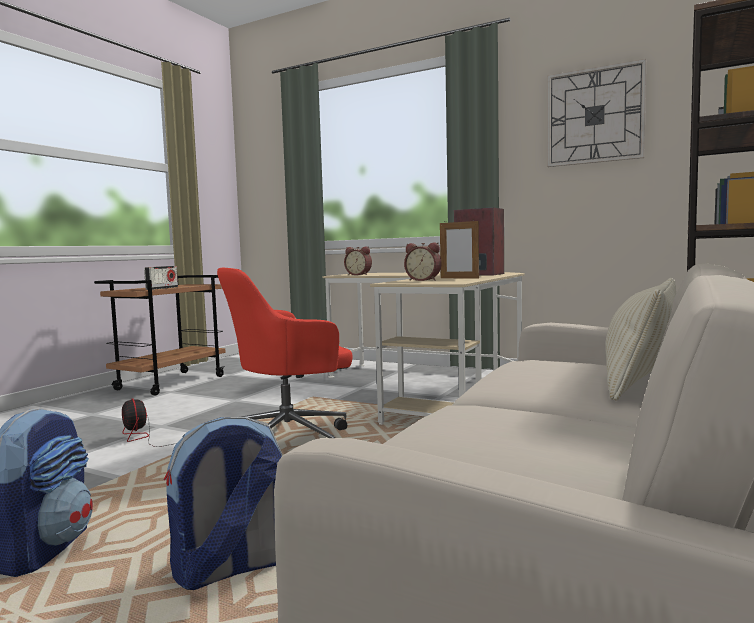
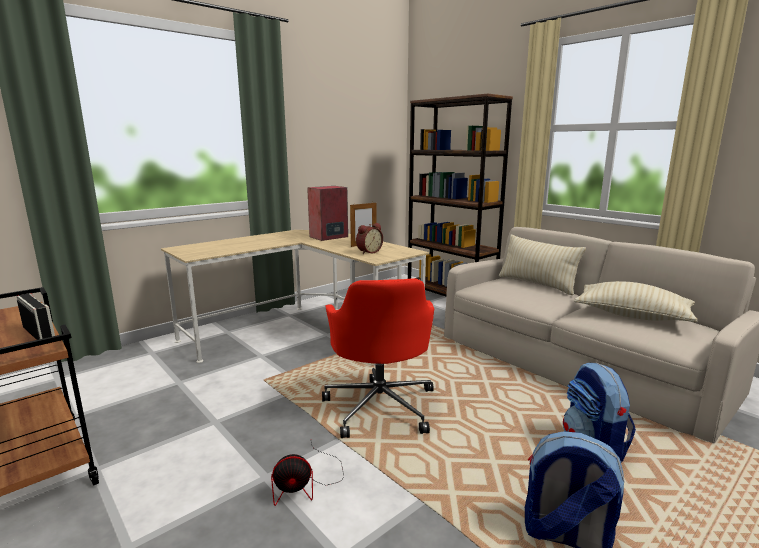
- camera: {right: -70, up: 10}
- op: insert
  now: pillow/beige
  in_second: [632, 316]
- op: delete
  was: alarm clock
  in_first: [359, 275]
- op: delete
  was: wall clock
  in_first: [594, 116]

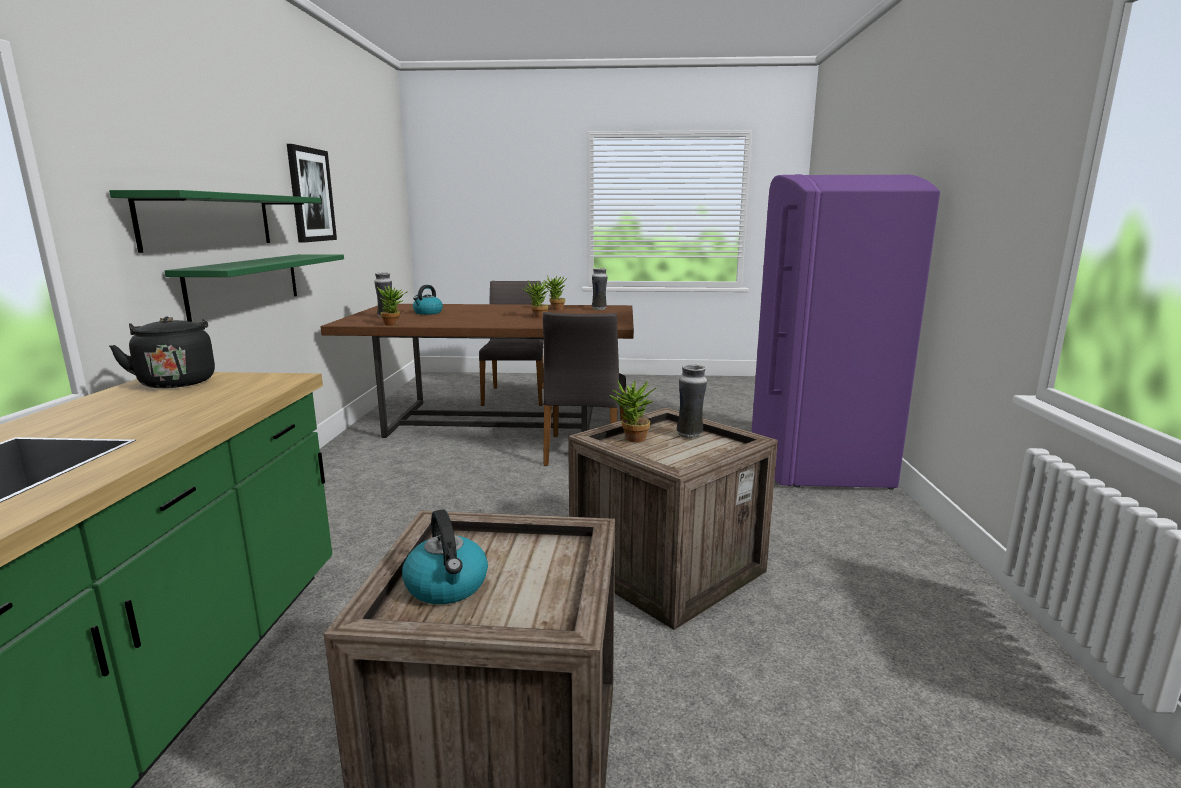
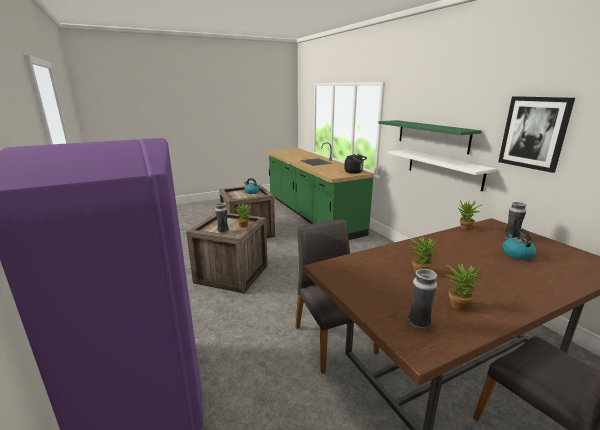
- camera: {right: 150, up: 5}
- op: recolor
  was: shelf/green
  now: shelf/white
  in_first: [245, 284]
  in_second: [444, 168]

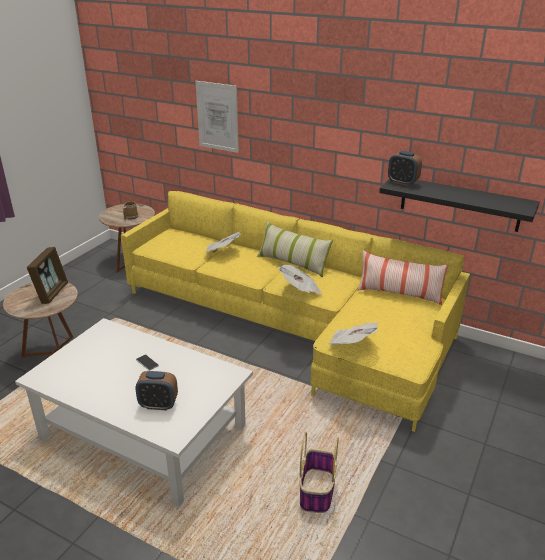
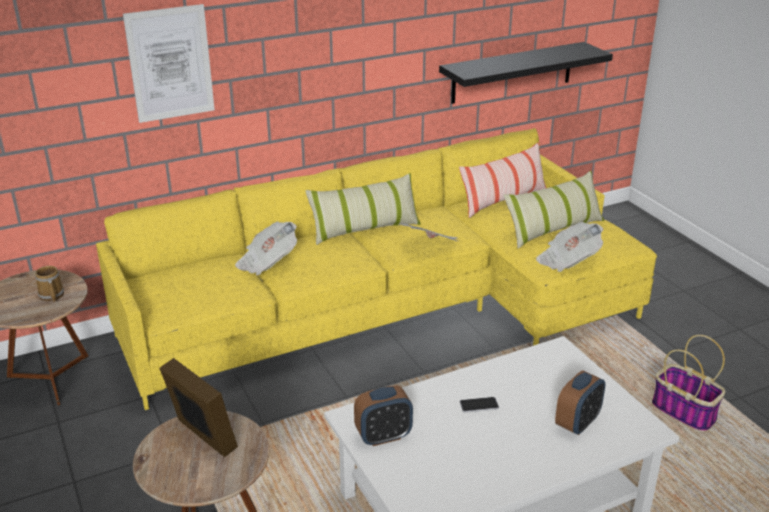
- camera: {right: -55, up: 0}
- op: move
  was: alarm clock
  in_first: [402, 182]
  in_second: [383, 436]
- op: insert
  now: pillow
  in_second: [553, 229]

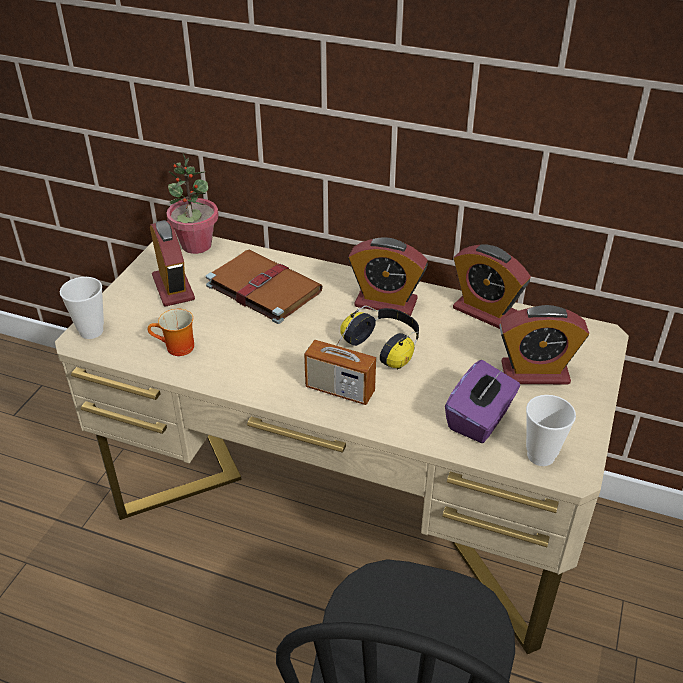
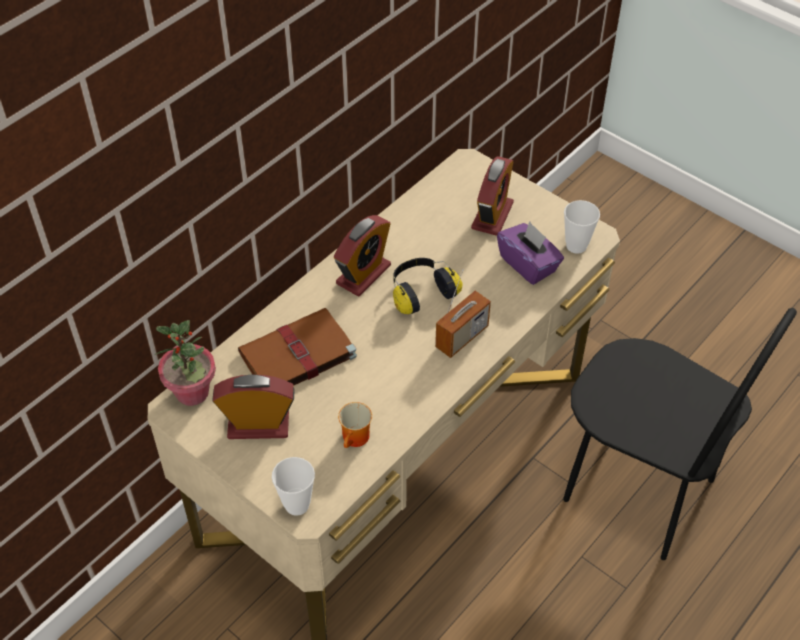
- camera: {right: -70, up: 10}
- op: delete
  was: alarm clock
  in_first: [485, 311]

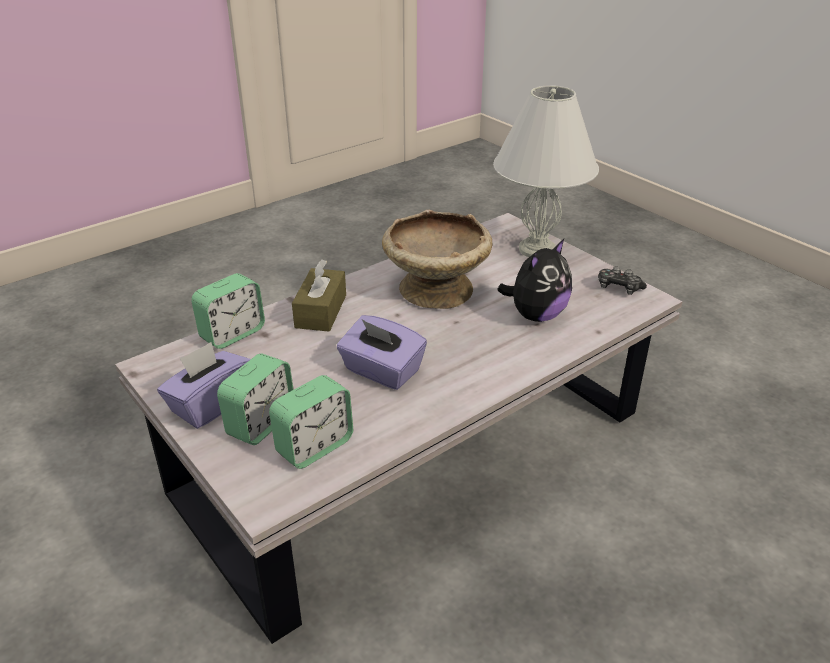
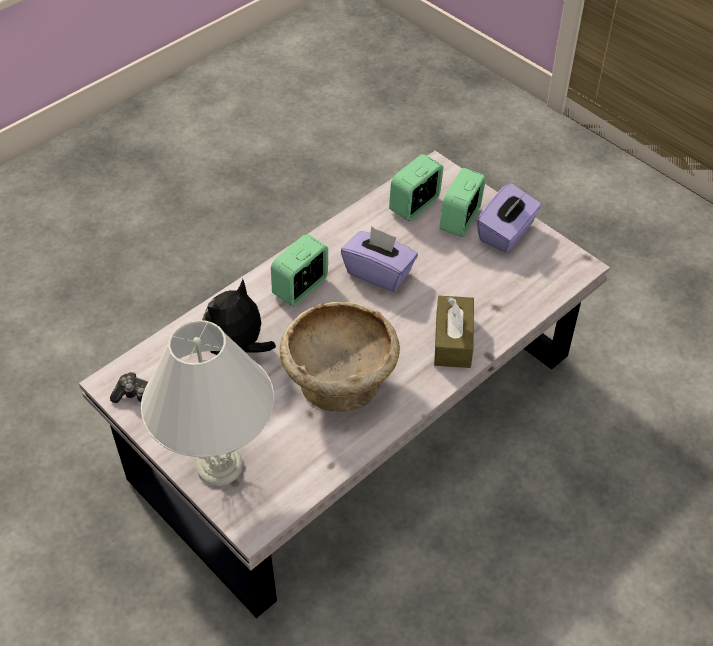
- camera: {right: 175, up: 15}
- op: move
  was: alarm clock
  in_first: [232, 334]
  in_second: [301, 288]

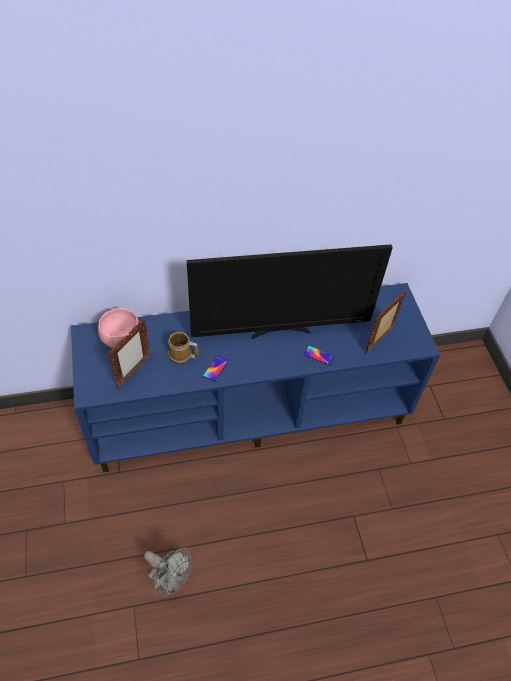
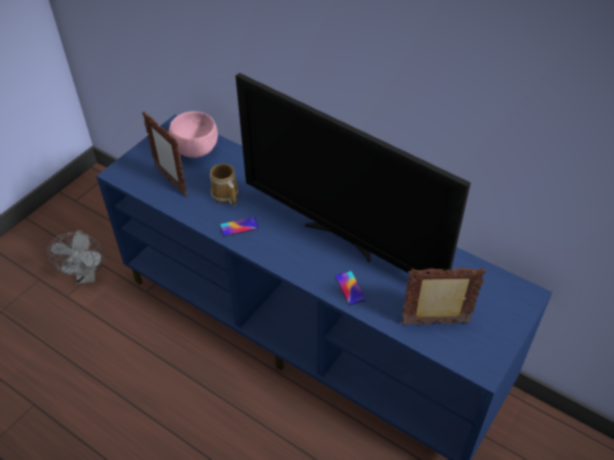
- camera: {right: 50, up: -5}
- op: move
  was: fan/grey
  in_first: [170, 581]
  in_second: [87, 276]
- op: rotate
  was: picture frame
  in_first: [133, 373]
  in_second: [171, 181]
  clockwise: 60

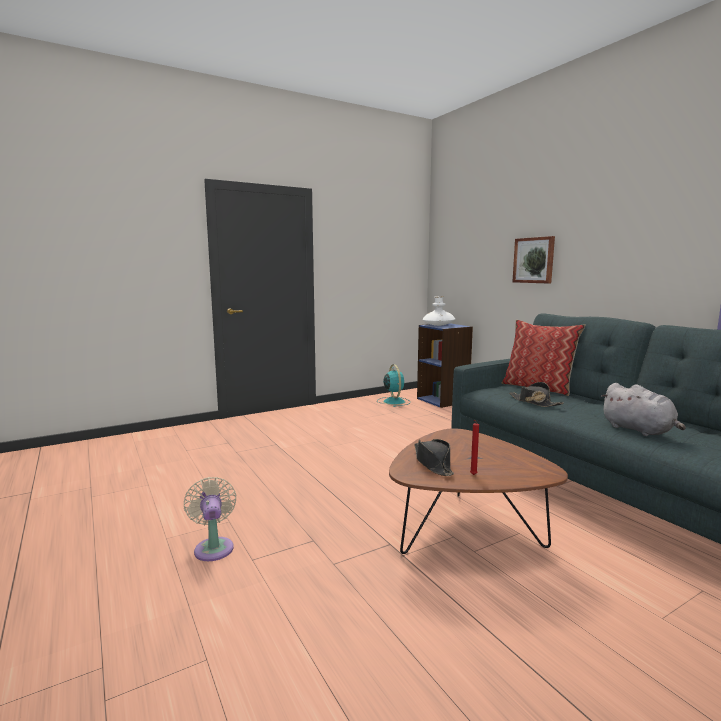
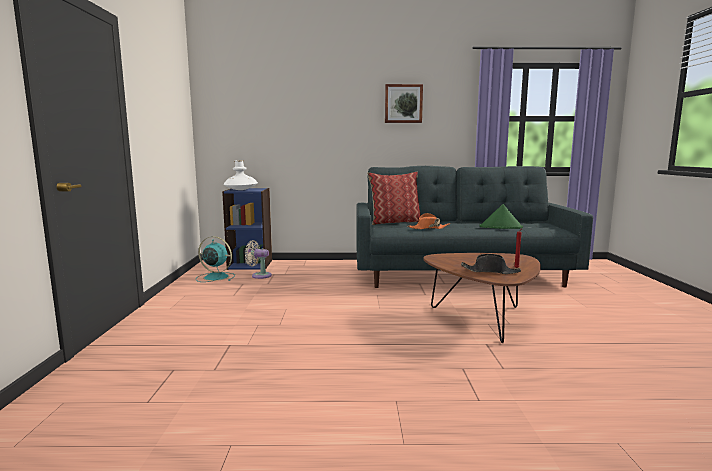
- camera: {right: -60, up: 0}
- op: move
  was: fan/beige
  in_first: [214, 547]
  in_second: [259, 275]
- op: move
  was: picture
  in_first: [534, 260]
  in_second: [403, 103]
- op: recolor
  was: hat/black
  now: hat/orange
  in_first: [534, 402]
  in_second: [428, 228]
- op: replace
  was: plush toy/grey
  now: hat/green
  in_first: [639, 430]
  in_second: [501, 227]

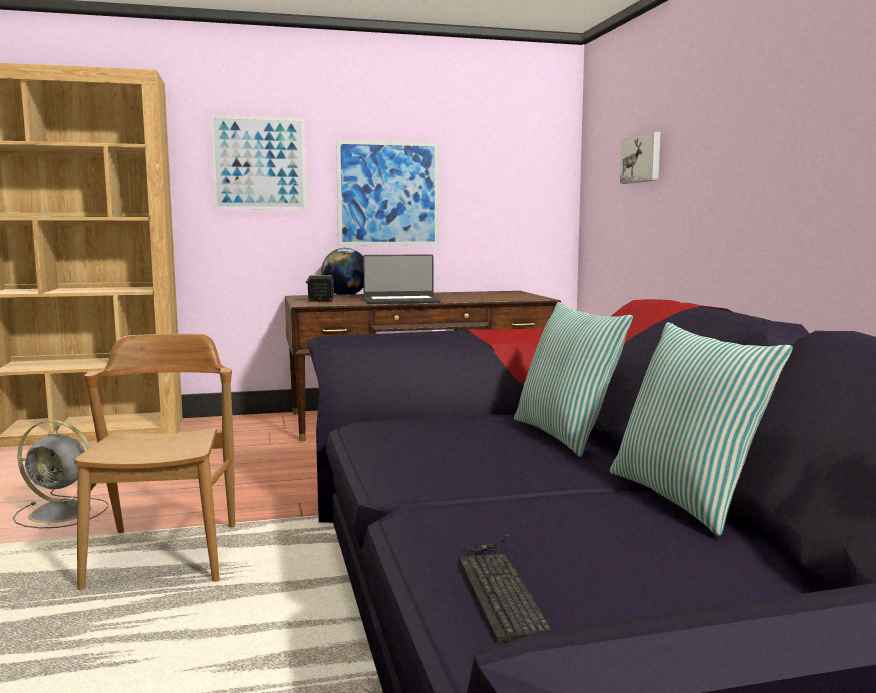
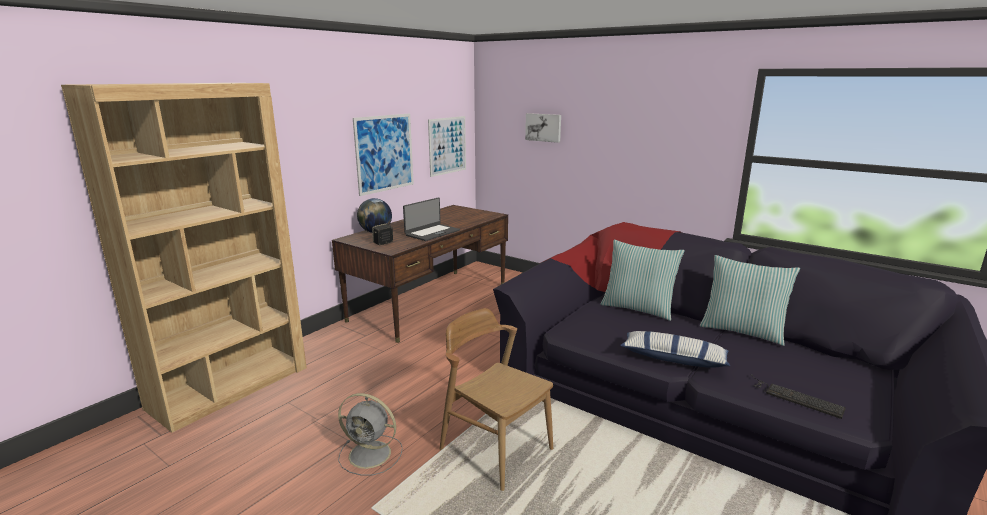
- camera: {right: -40, up: 10}
- op: rotate
  was: fan/grey
  in_first: [63, 513]
  in_second: [371, 454]
  clockwise: 45
- op: move
  was: picture
  in_first: [259, 163]
  in_second: [447, 145]
- op: insert
  now: pillow
  in_second: [673, 359]

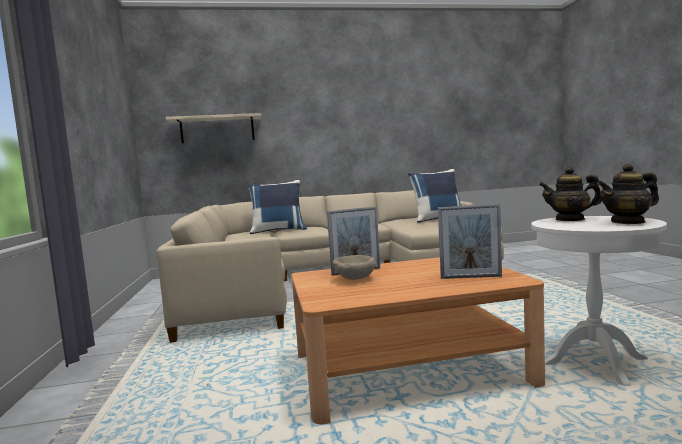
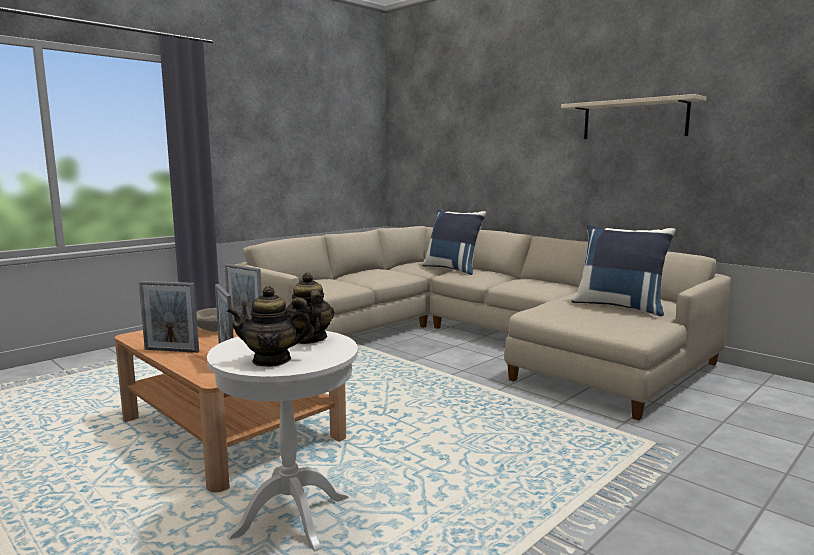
- camera: {right: 55, up: 5}
- op: insert
  now: picture frame
  in_second: [171, 350]
- op: rotate
  was: teapot
  in_first: [628, 222]
  in_second: [272, 360]
  clockwise: -60
- op: move
  was: shelf/beige
  in_first: [217, 129]
  in_second: [634, 119]

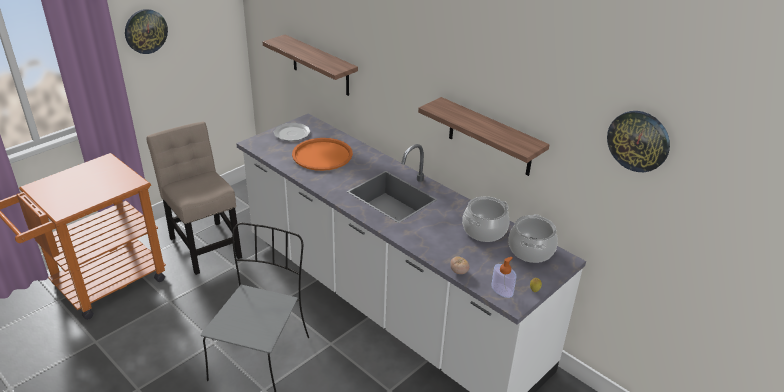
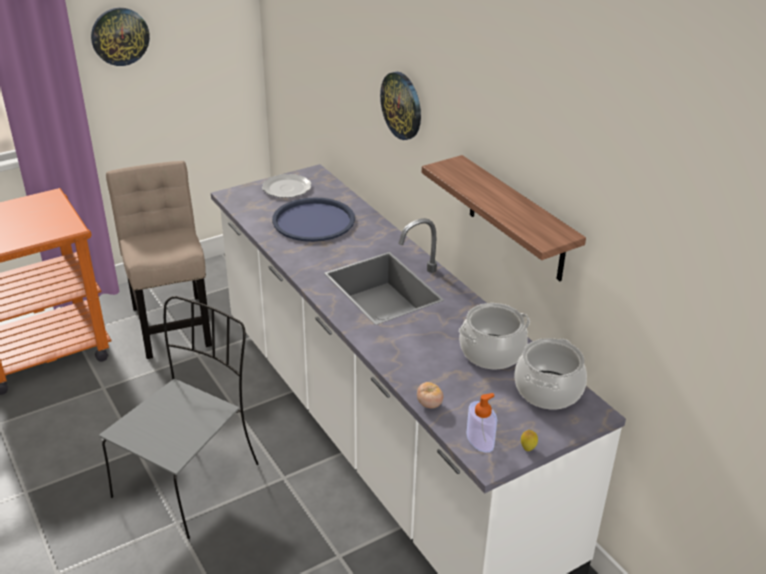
- camera: {right: 15, up: 0}
- op: recolor
  was: tray/orange
  now: tray/blue
  in_first: [322, 155]
  in_second: [313, 221]
- op: move
  was: wall clock
  in_first: [638, 141]
  in_second: [402, 105]
- op: delete
  was: shelf
  in_first: [320, 66]

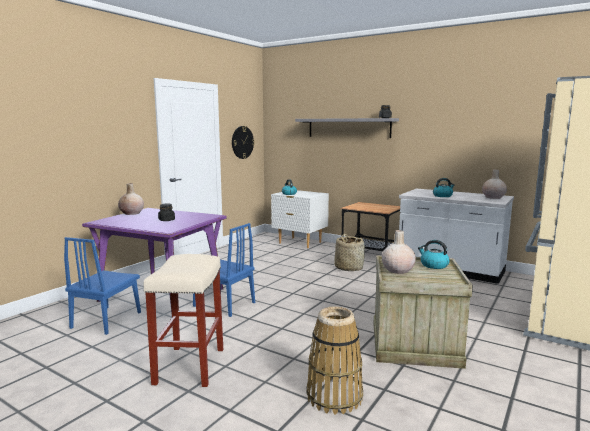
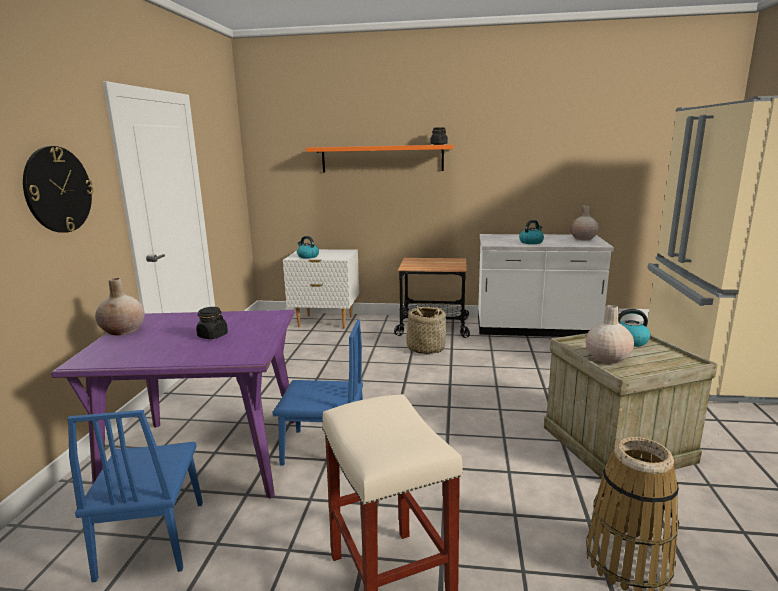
- camera: {right: -25, up: 5}
- op: move
  was: wall clock
  in_first: [242, 142]
  in_second: [58, 190]
- op: recolor
  was: shelf/grey
  now: shelf/orange
  in_first: [348, 128]
  in_second: [382, 158]

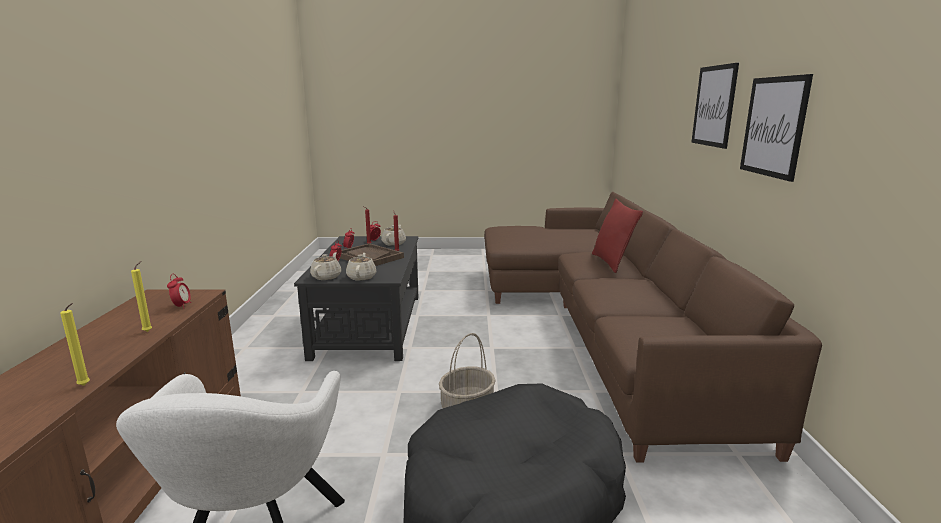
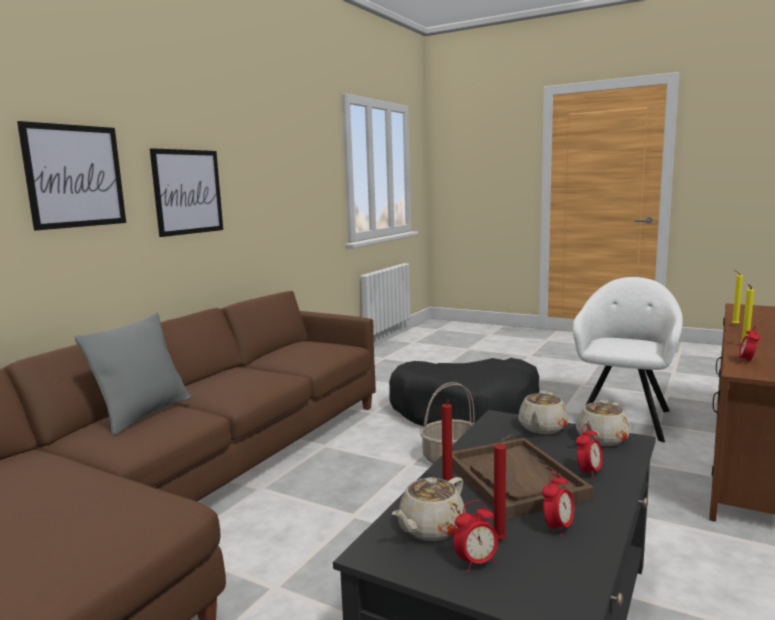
- camera: {right: -150, up: -5}
- op: recolor
  was: pillow/red
  now: pillow/grey
  in_first: [611, 263]
  in_second: [144, 414]

